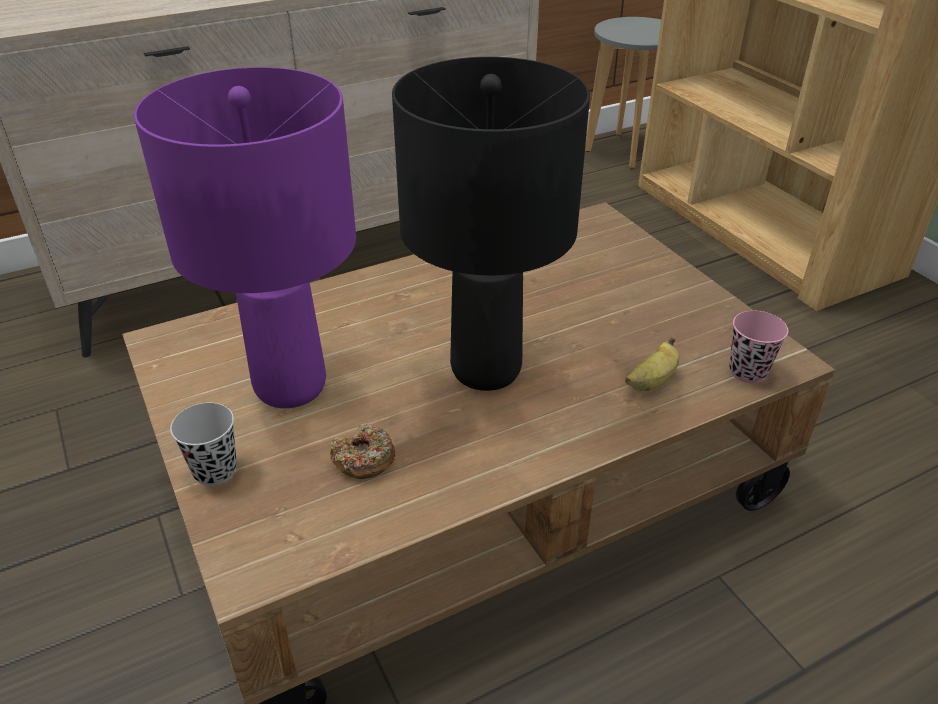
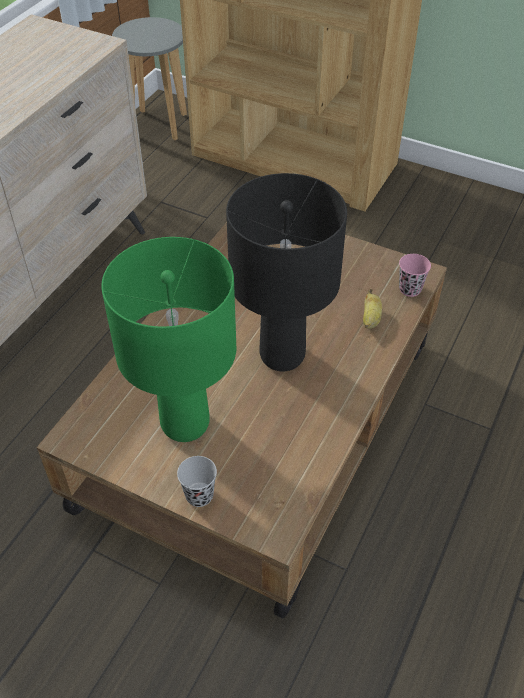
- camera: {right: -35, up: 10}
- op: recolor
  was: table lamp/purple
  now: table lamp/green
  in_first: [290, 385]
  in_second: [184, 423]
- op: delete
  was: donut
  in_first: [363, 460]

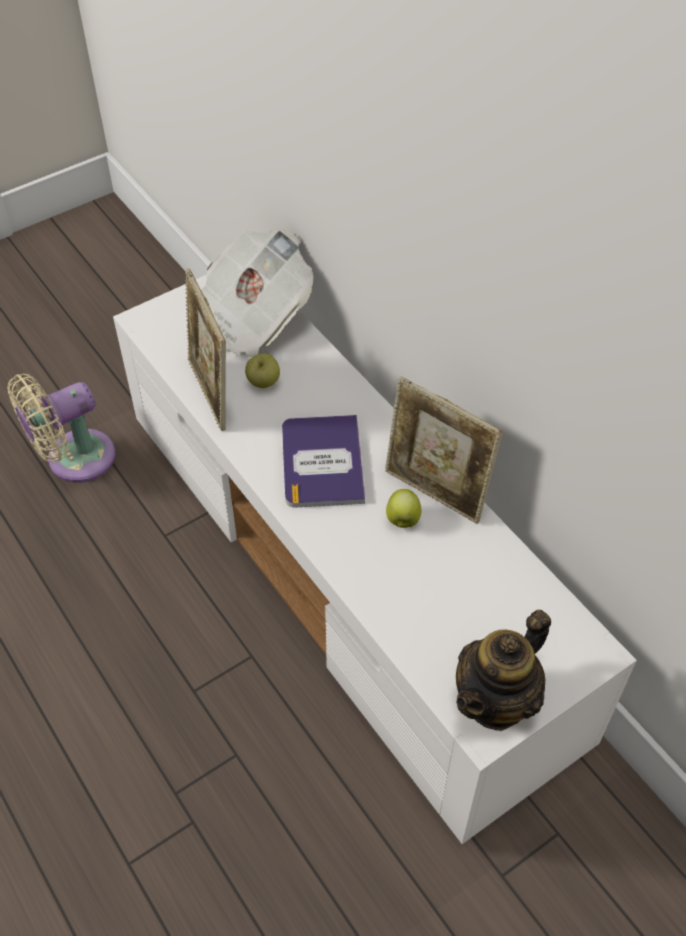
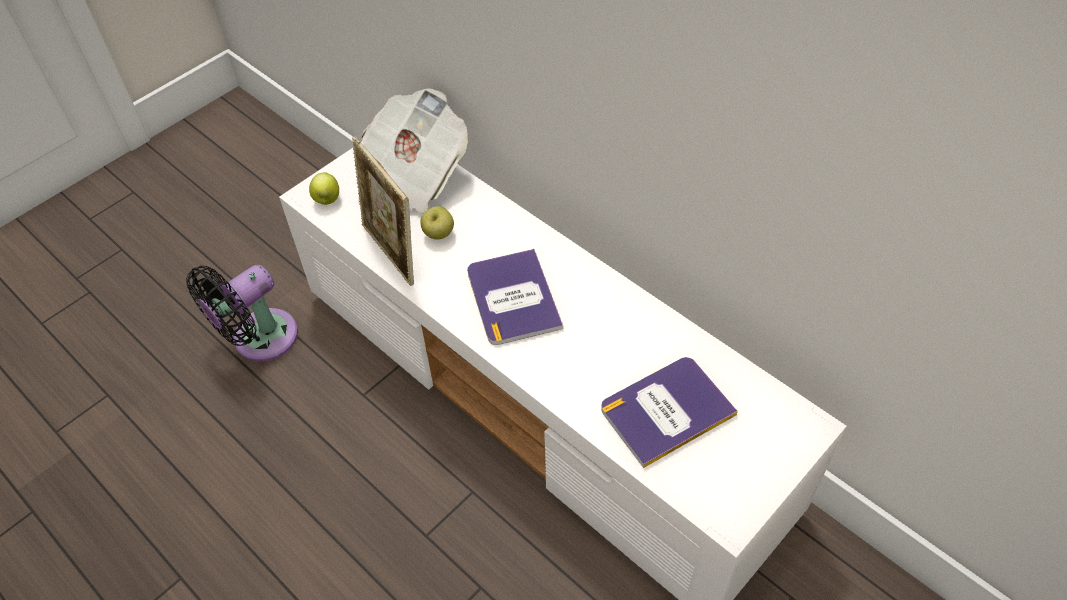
- camera: {right: -10, up: 0}
- op: recolor
  was: fan/beige
  now: fan/black
  in_first: [74, 460]
  in_second: [259, 340]
- op: move
  was: apple
  in_first: [402, 520]
  in_second: [327, 199]
- op: insert
  now: book
  in_second: [666, 411]
- op: delete
  was: picture frame
  in_first: [435, 493]
- op: delete
  was: teapot
  in_first: [496, 700]

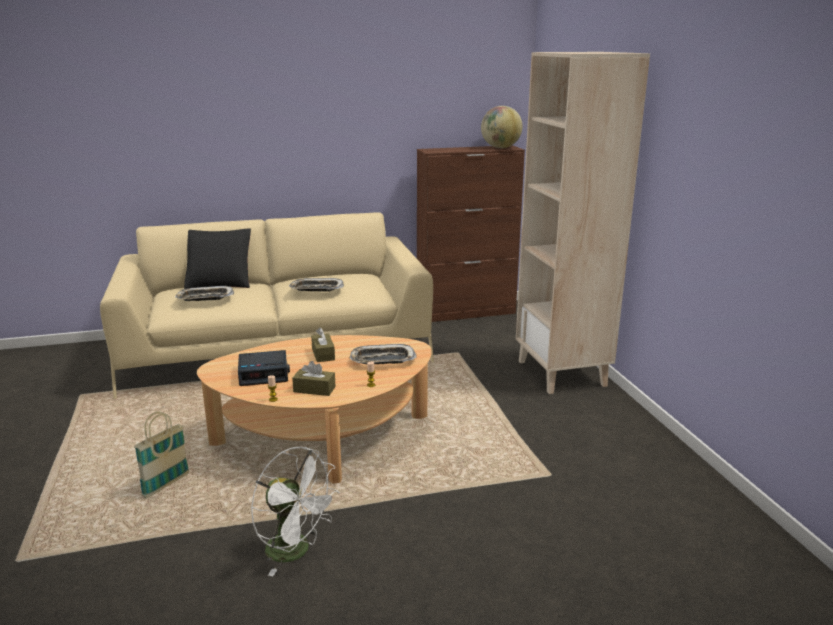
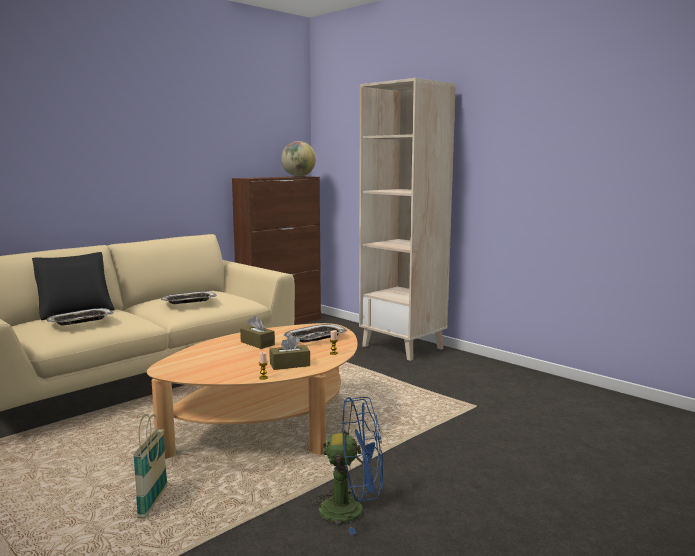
- camera: {right: -30, up: -10}
- op: recolor
  was: fan/white
  now: fan/blue
  in_first: [296, 551]
  in_second: [352, 510]
- op: delete
  was: alarm clock
  in_first: [264, 374]

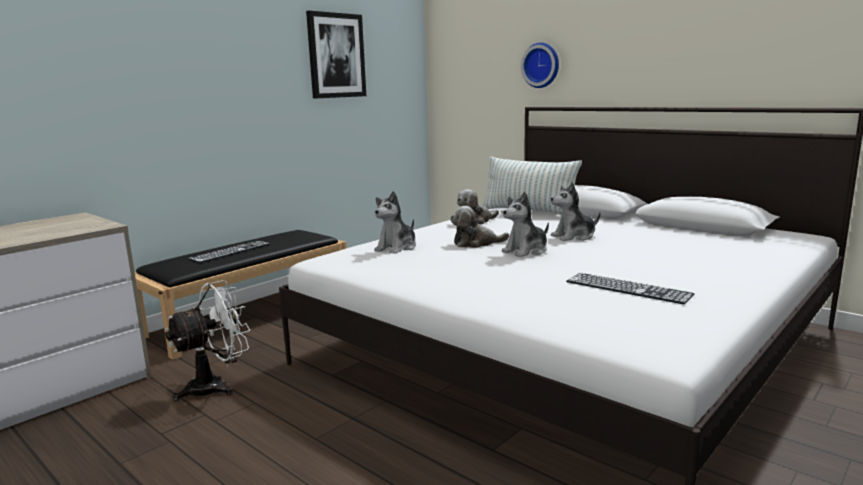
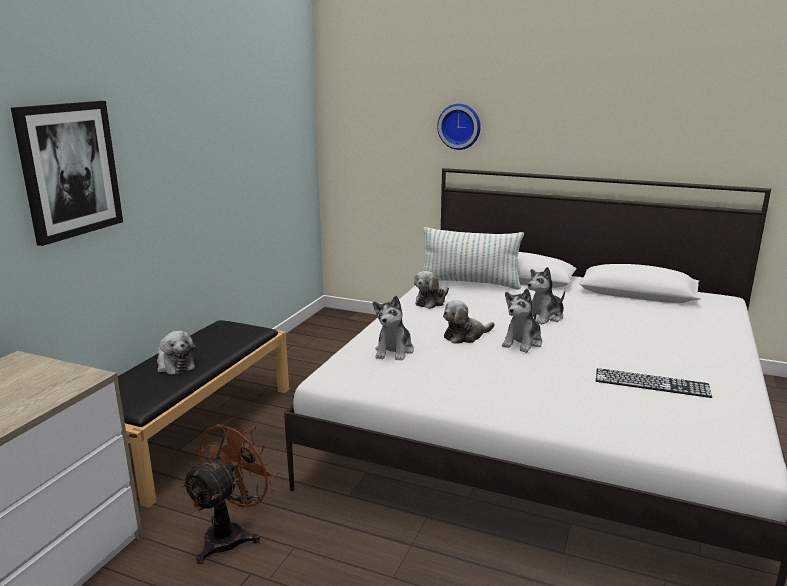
- camera: {right: -20, up: 5}
- op: move
  was: picture
  in_first: [336, 56]
  in_second: [69, 170]
- op: replace
  was: keyboard
  now: plush toy
  in_first: [230, 251]
  in_second: [174, 365]
- op: recolor
  was: fan/white
  now: fan/brown
  in_first: [216, 386]
  in_second: [232, 534]

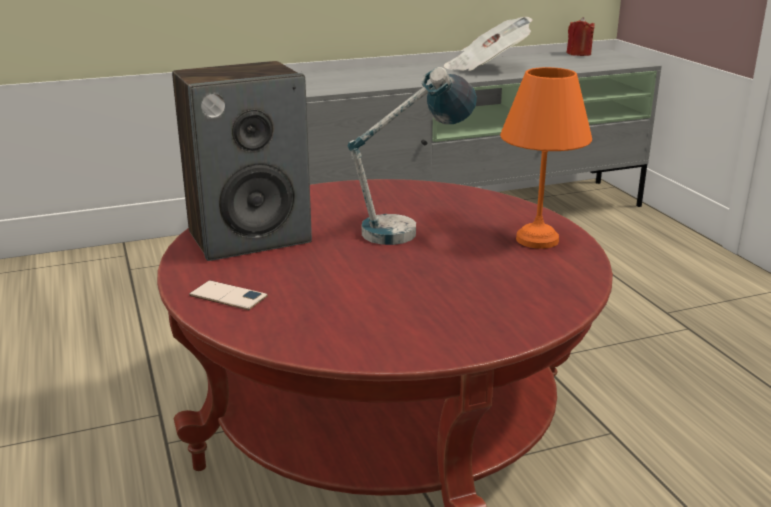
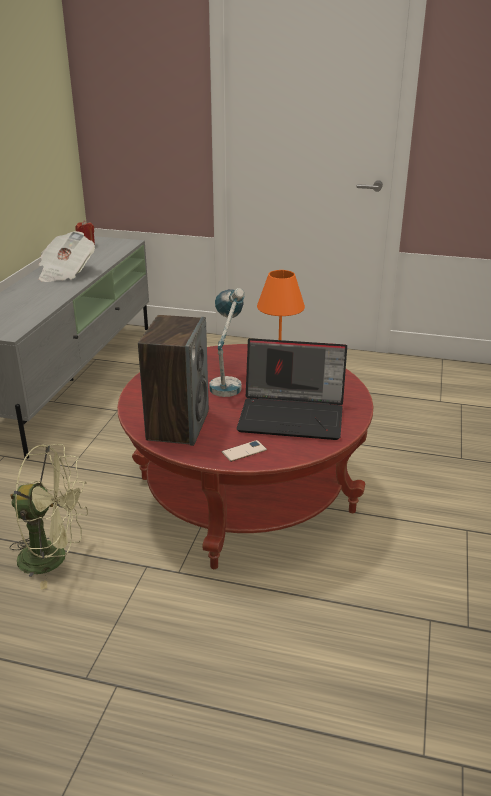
- camera: {right: -55, up: 5}
- op: insert
  now: fan/green
  in_second: [53, 558]
- op: insert
  now: laptop
  in_second: [293, 415]

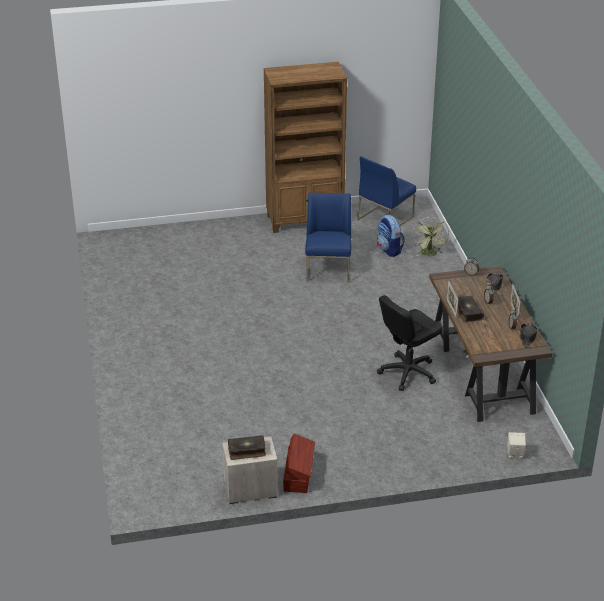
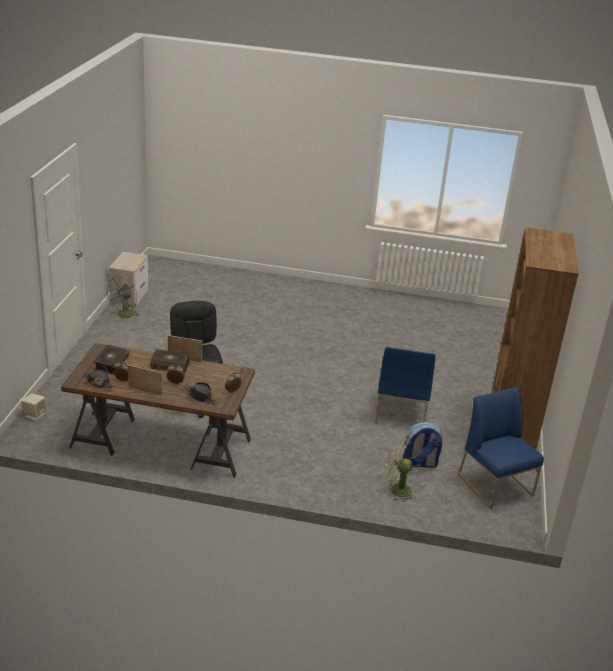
- camera: {right: 110, up: -5}
- op: move
  was: book
  in_first: [247, 451]
  in_second: [110, 364]
- op: replace
  was: storage box/brown
  now: fan/grey
  in_first: [298, 474]
  in_second: [124, 316]
- op: rotate
  was: chair/blue
  in_first: [328, 269]
  in_second: [400, 412]
  clockwise: 75

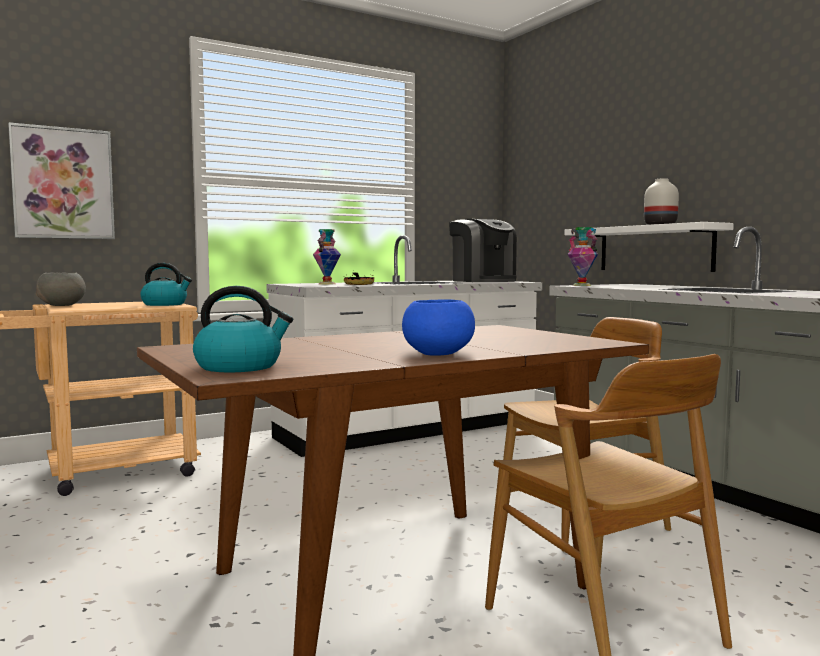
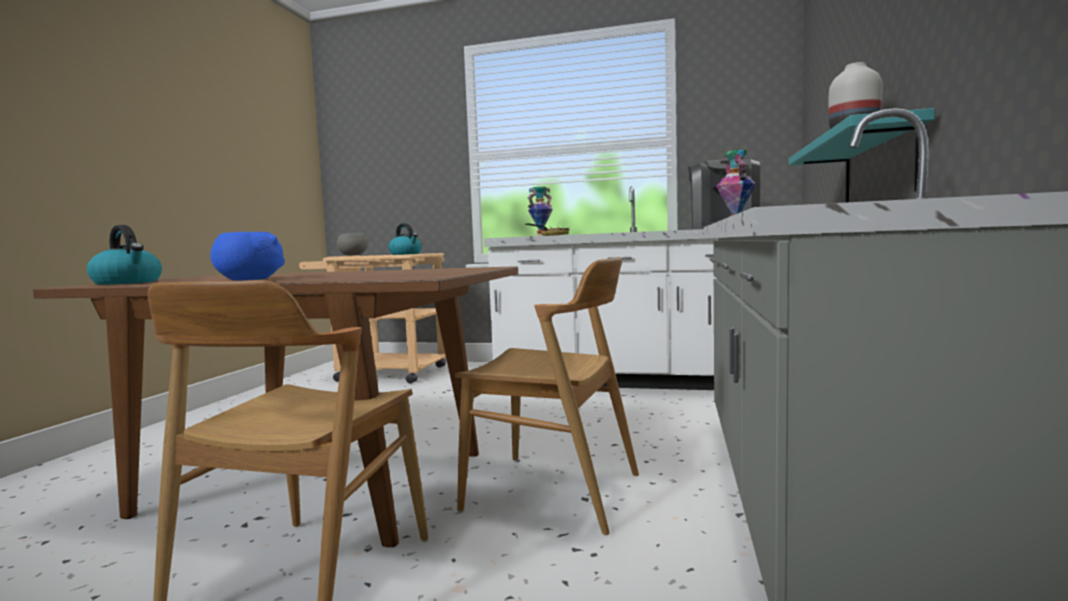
- camera: {right: 45, up: 0}
- op: recolor
  was: shelf/white
  now: shelf/turquoise
  in_first: [654, 248]
  in_second: [878, 167]
- op: delete
  was: picture
  in_first: [63, 183]

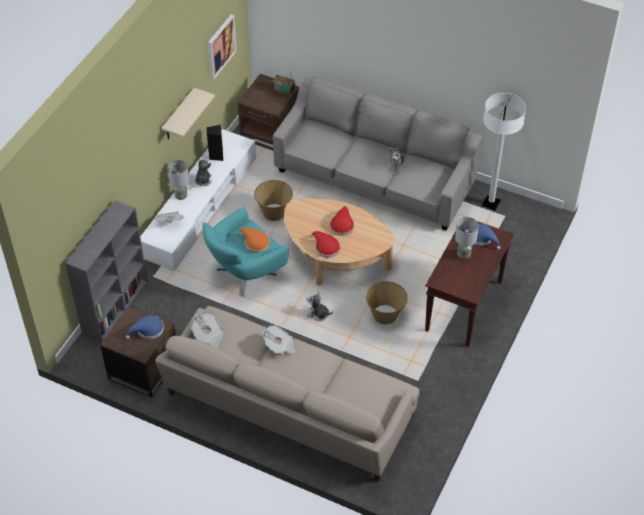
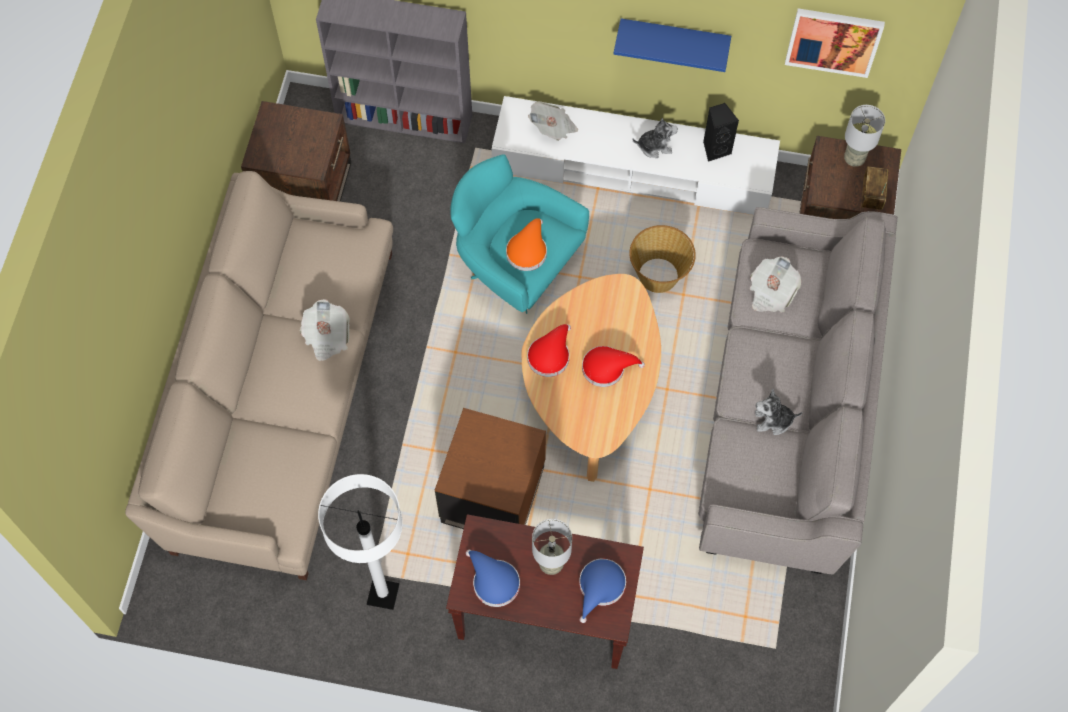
- camera: {right: 75, up: 15}
- op: move
  was: floor lamp/white
  in_first: [491, 203]
  in_second: [383, 594]
- op: replace
  was: basket
  now: side table/brown
  in_first: [385, 315]
  in_second: [492, 494]
- op: move
  was: hat/blue
  in_first: [148, 330]
  in_second: [493, 581]
- op: recolor
  was: shelf/beige
  now: shelf/blue
  in_first: [178, 115]
  in_second: [674, 38]
- op: move
  was: newspaper
  in_first: [208, 336]
  in_second: [771, 292]
- op: move
  was: table lamp/grey
  in_first: [181, 196]
  in_second: [854, 159]
- op: delete
  was: plush toy
  in_first: [318, 314]

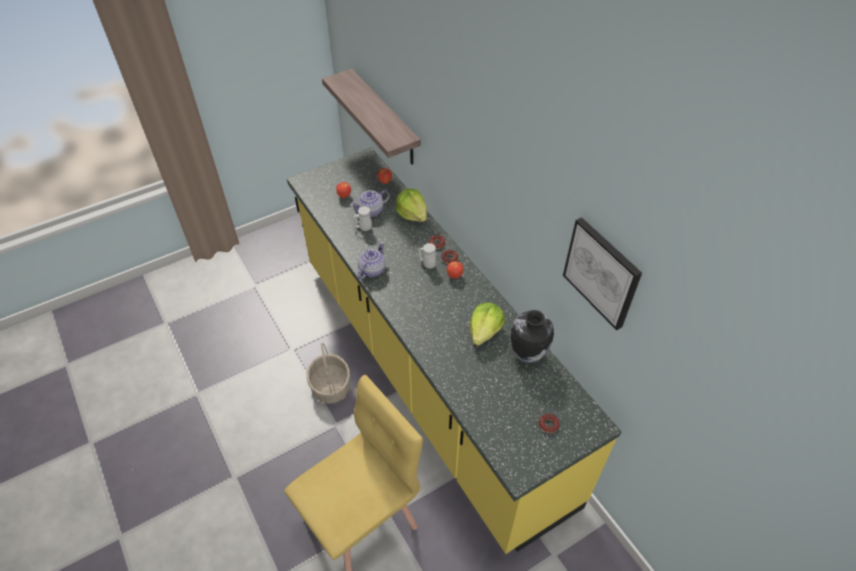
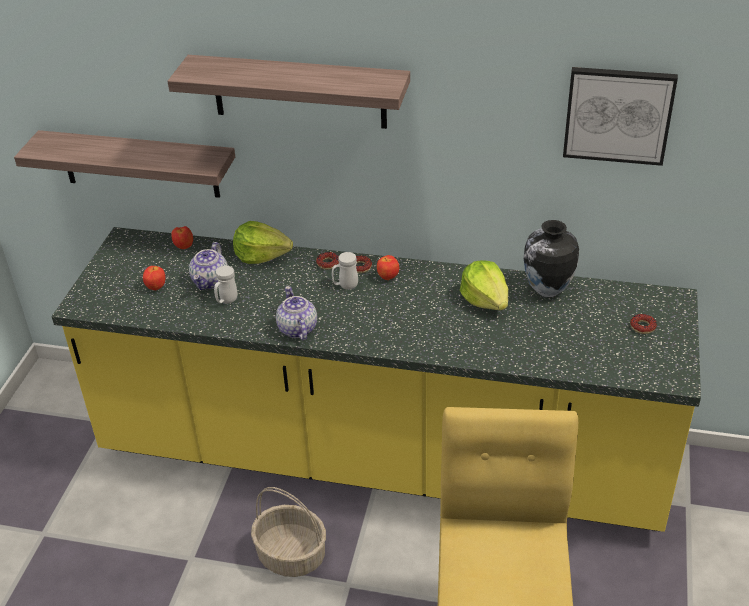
- camera: {right: -45, up: -10}
- op: insert
  now: shelf
  in_second: [299, 91]

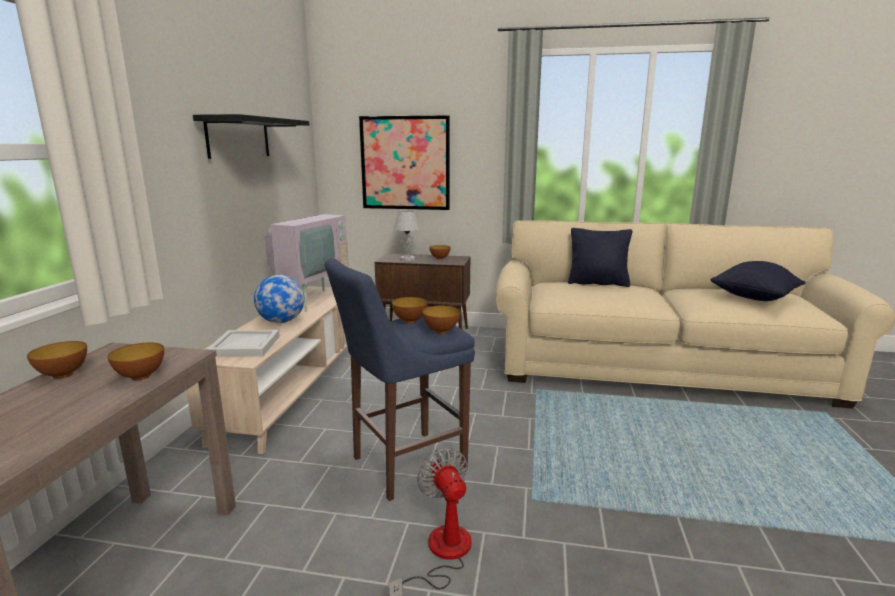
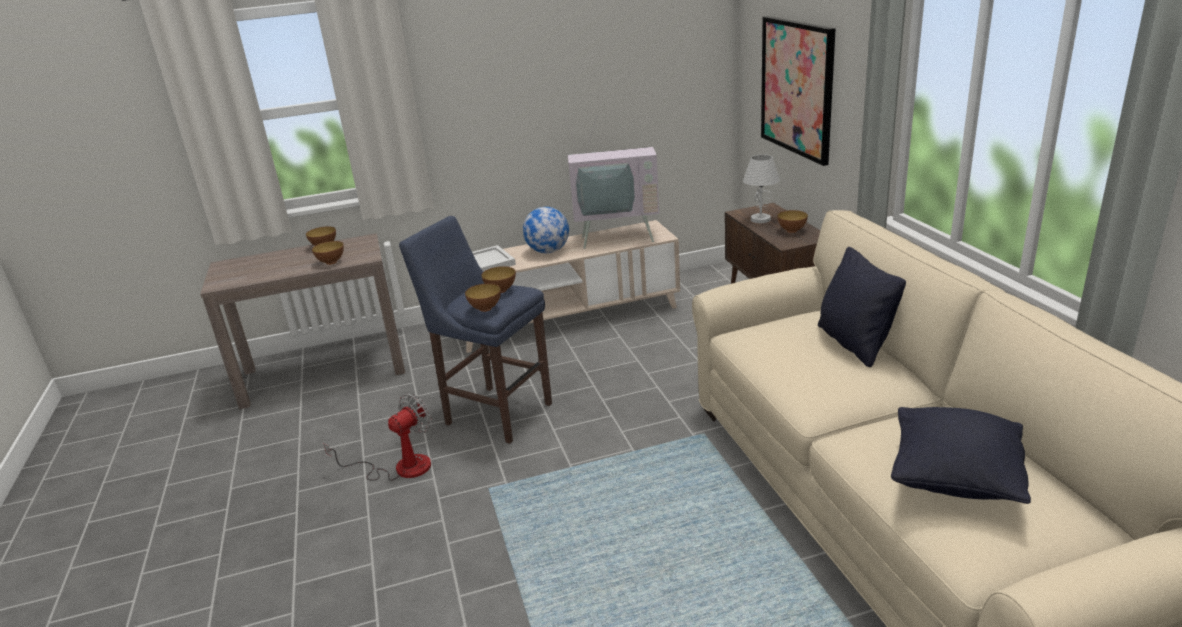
- camera: {right: 65, up: 10}
- op: delete
  was: shelf/black
  in_first: [238, 137]

